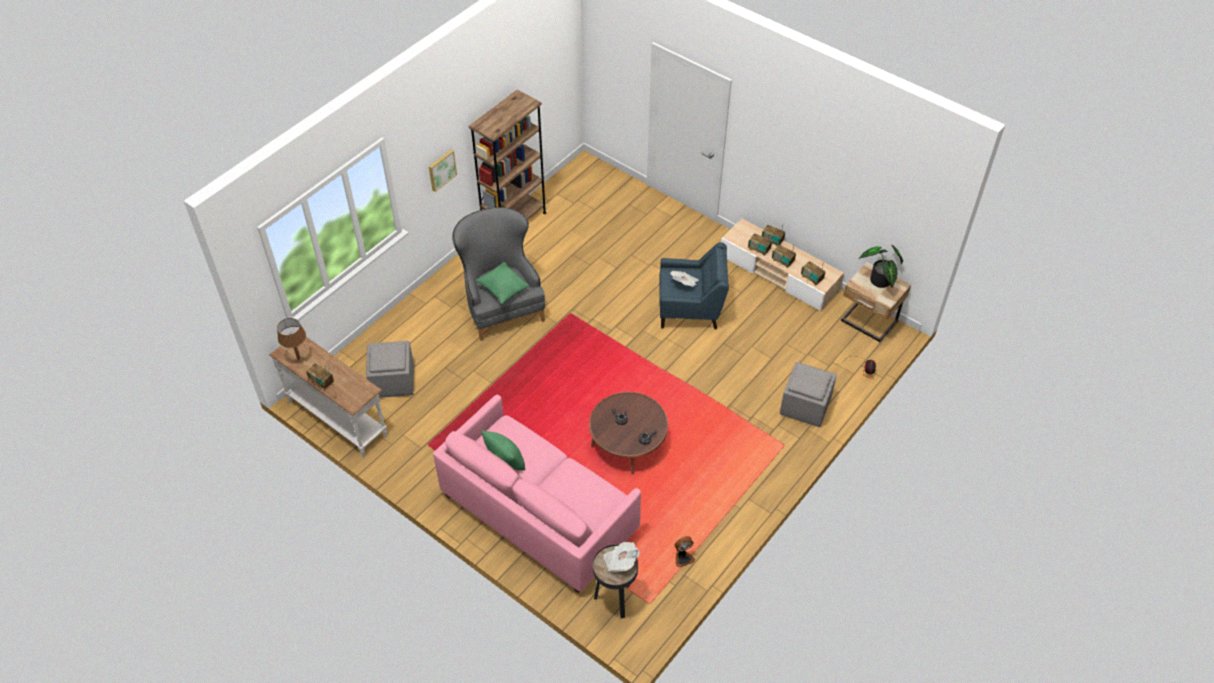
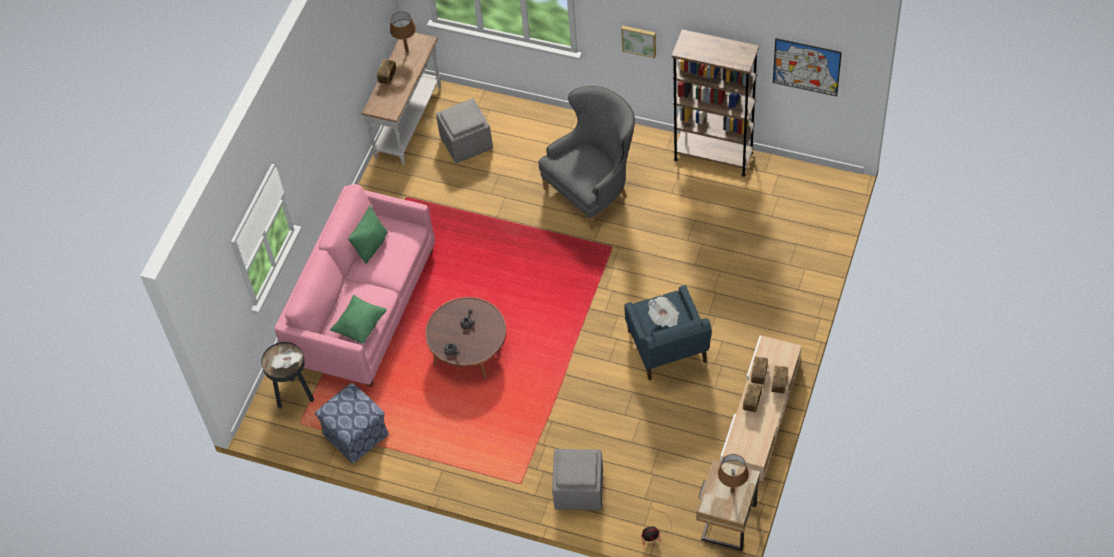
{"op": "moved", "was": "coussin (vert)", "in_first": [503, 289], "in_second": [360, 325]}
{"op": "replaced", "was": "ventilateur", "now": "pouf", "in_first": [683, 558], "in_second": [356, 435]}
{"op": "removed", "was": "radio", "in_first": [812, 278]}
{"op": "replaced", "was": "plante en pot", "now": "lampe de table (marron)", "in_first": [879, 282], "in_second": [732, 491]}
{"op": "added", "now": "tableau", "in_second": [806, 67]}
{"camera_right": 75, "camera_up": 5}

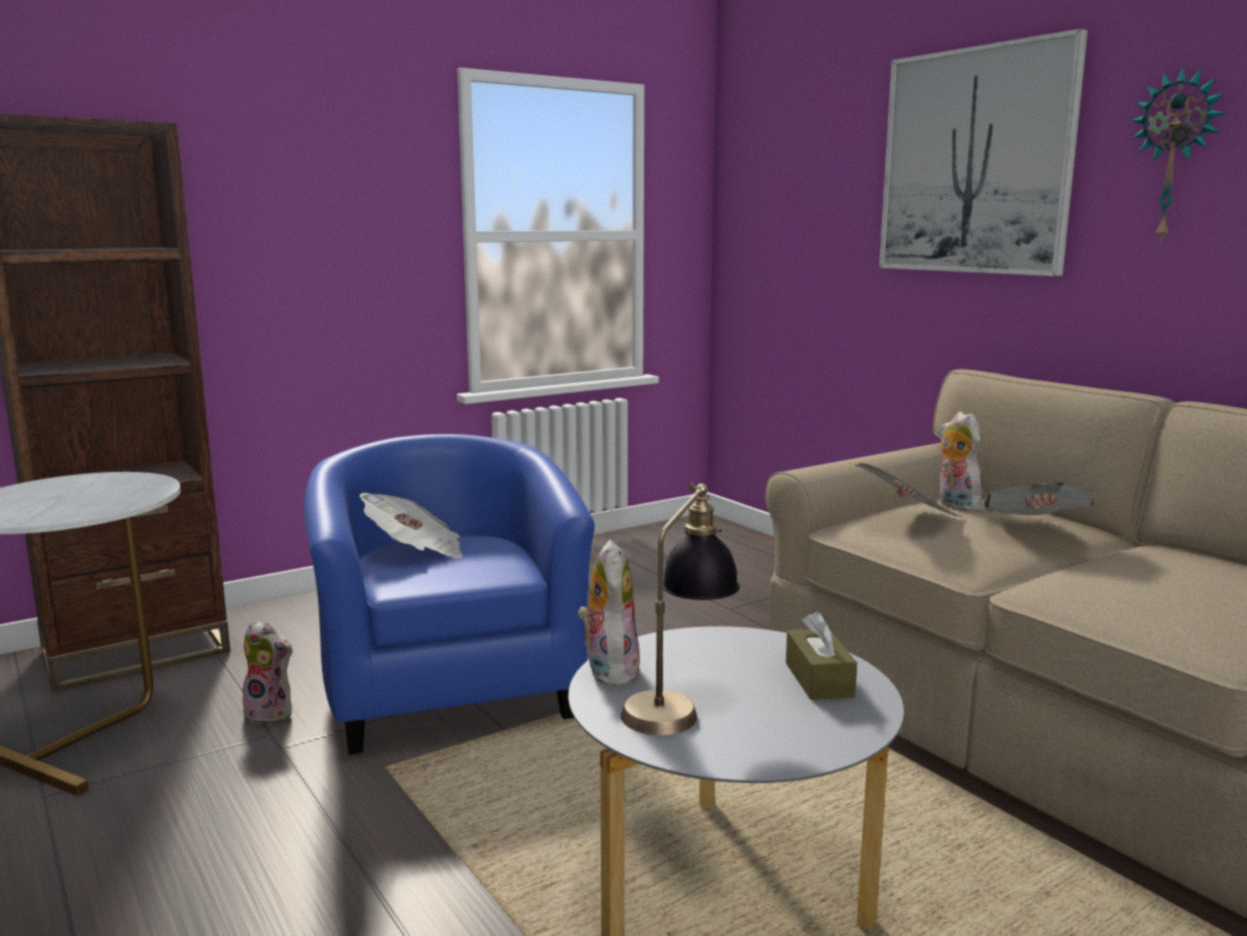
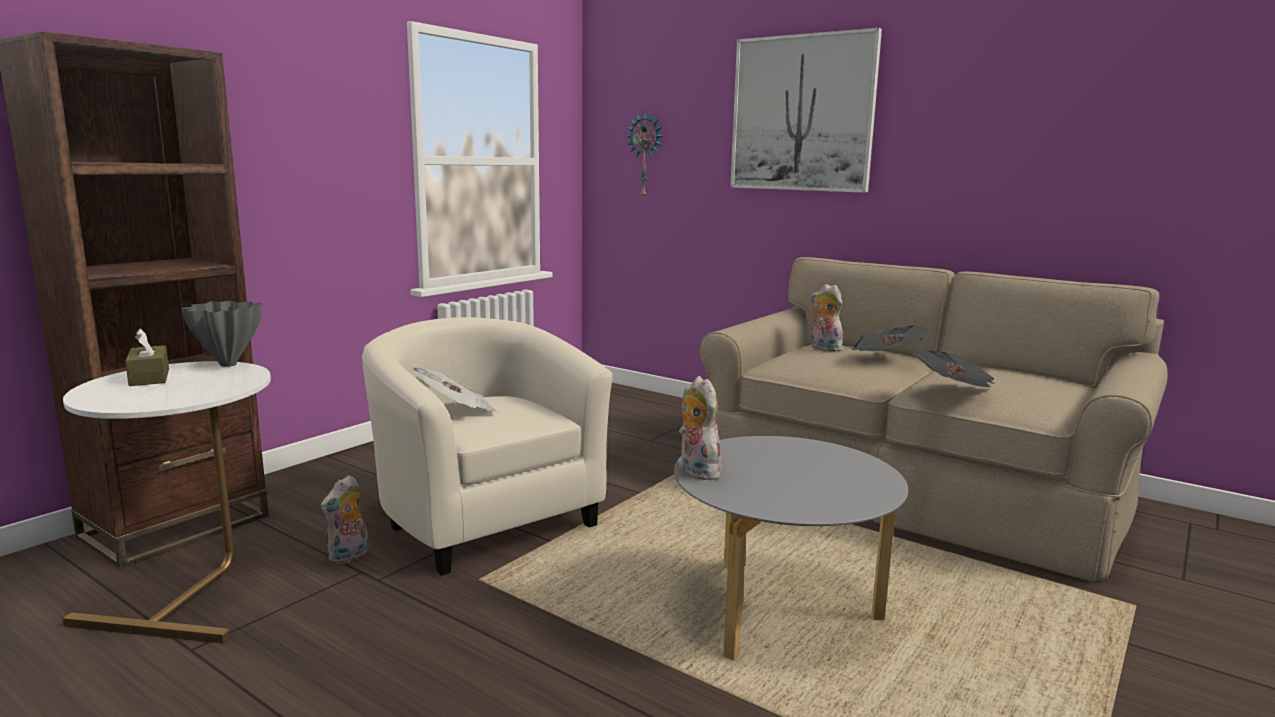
{"op": "turned", "was": "peluche", "in_first": [272, 713], "in_second": [349, 556], "clockwise": 120}
{"op": "recoloured", "was": "fauteuil (bleu)", "now": "fauteuil (beige)", "in_first": [450, 689], "in_second": [484, 519]}
{"op": "removed", "was": "lampe de table", "in_first": [679, 703]}
{"op": "moved", "was": "boîte à mouchoirs (marron)", "in_first": [819, 679], "in_second": [149, 377]}
{"op": "moved", "was": "journal", "in_first": [907, 517], "in_second": [953, 391]}
{"op": "moved", "was": "horloge murale", "in_first": [1175, 156], "in_second": [646, 155]}
{"op": "added", "now": "vase (gris)", "in_second": [226, 365]}
{"camera_right": -20, "camera_up": 0}

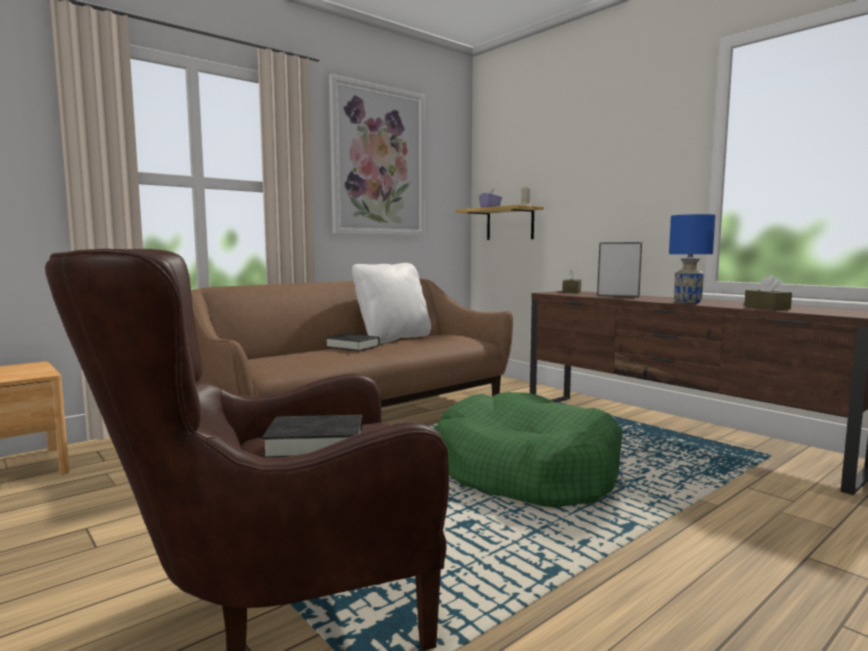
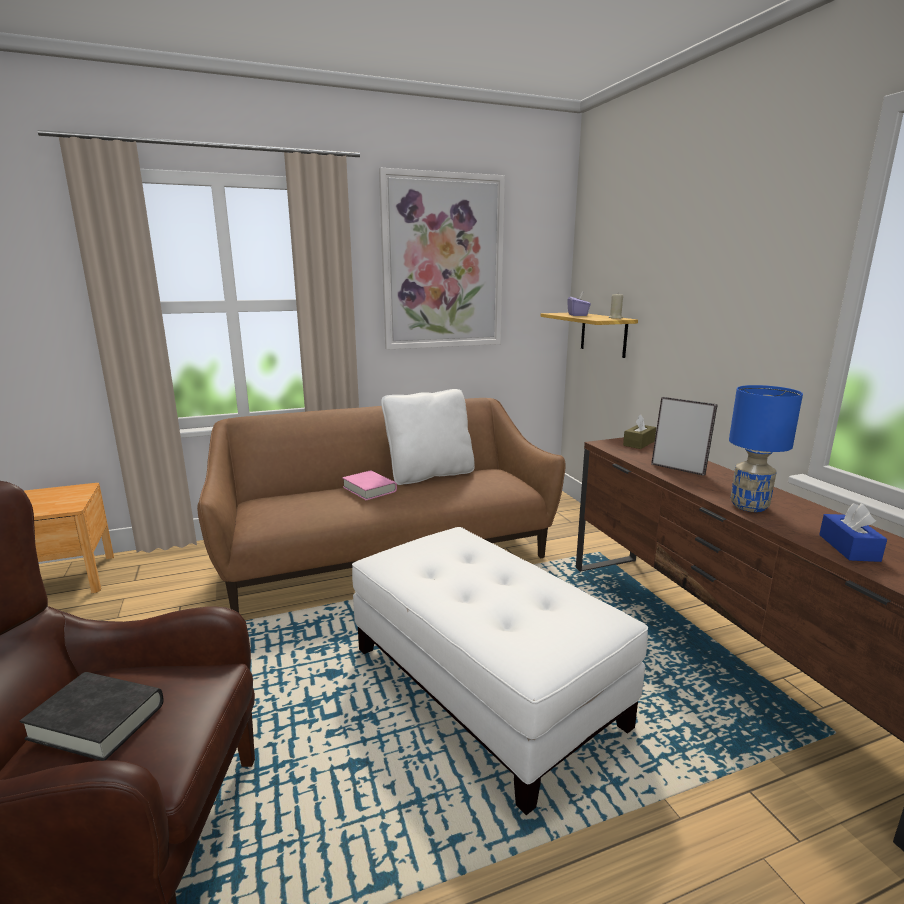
{"op": "recoloured", "was": "livre (noir)", "now": "livre (rose)", "in_first": [352, 346], "in_second": [369, 489]}
{"op": "replaced", "was": "panier pour chien (vert)", "now": "pouf (blanc)", "in_first": [523, 471], "in_second": [485, 685]}
{"op": "recoloured", "was": "boîte à mouchoirs (marron)", "now": "boîte à mouchoirs (bleu)", "in_first": [766, 307], "in_second": [848, 548]}
{"camera_right": 20, "camera_up": 10}

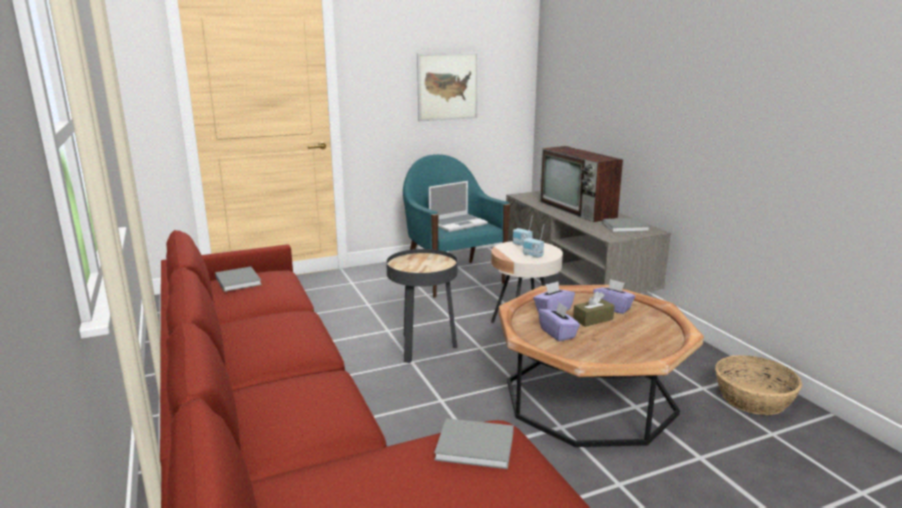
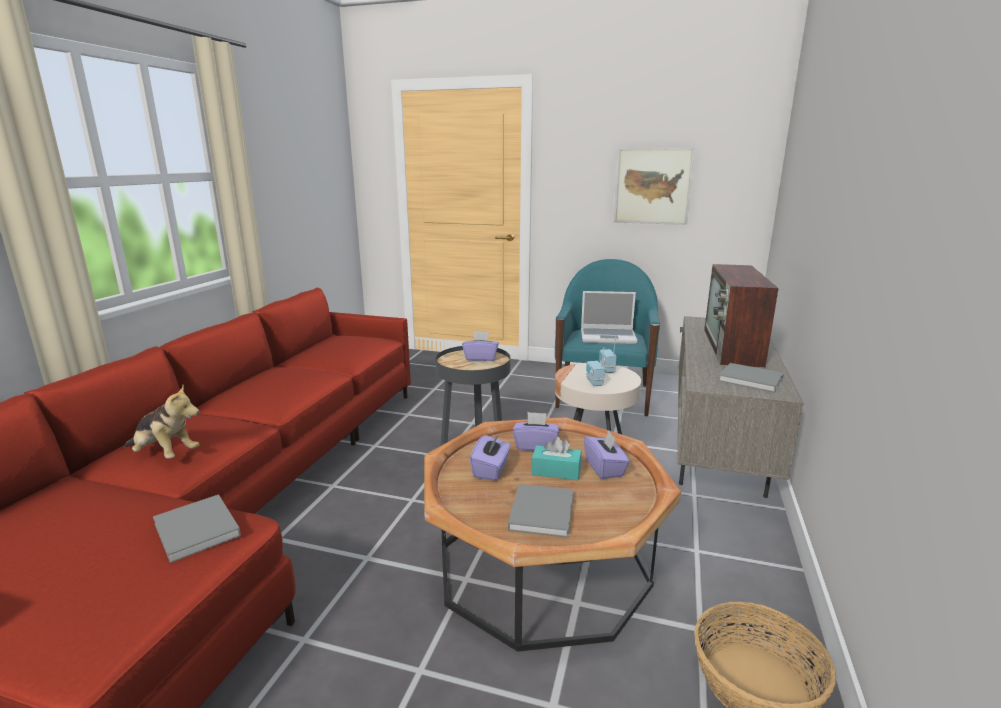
{"op": "moved", "was": "livre (gris)", "in_first": [238, 280], "in_second": [542, 511]}
{"op": "recoloured", "was": "boîte à mouchoirs (marron)", "now": "boîte à mouchoirs (turquoise)", "in_first": [593, 319], "in_second": [556, 471]}
{"op": "added", "now": "peluche", "in_second": [165, 454]}
{"op": "added", "now": "boîte à mouchoirs (violet)", "in_second": [481, 358]}
{"camera_right": 40, "camera_up": 0}

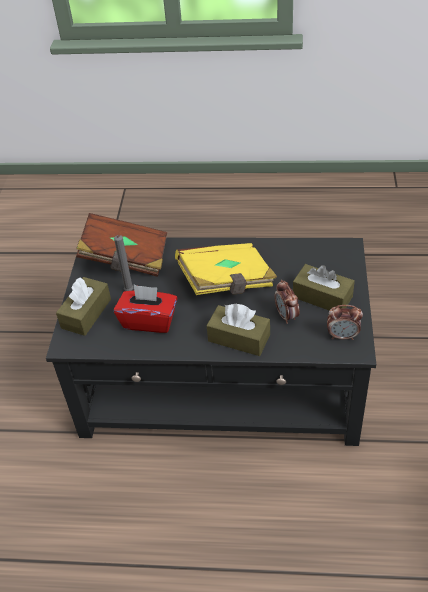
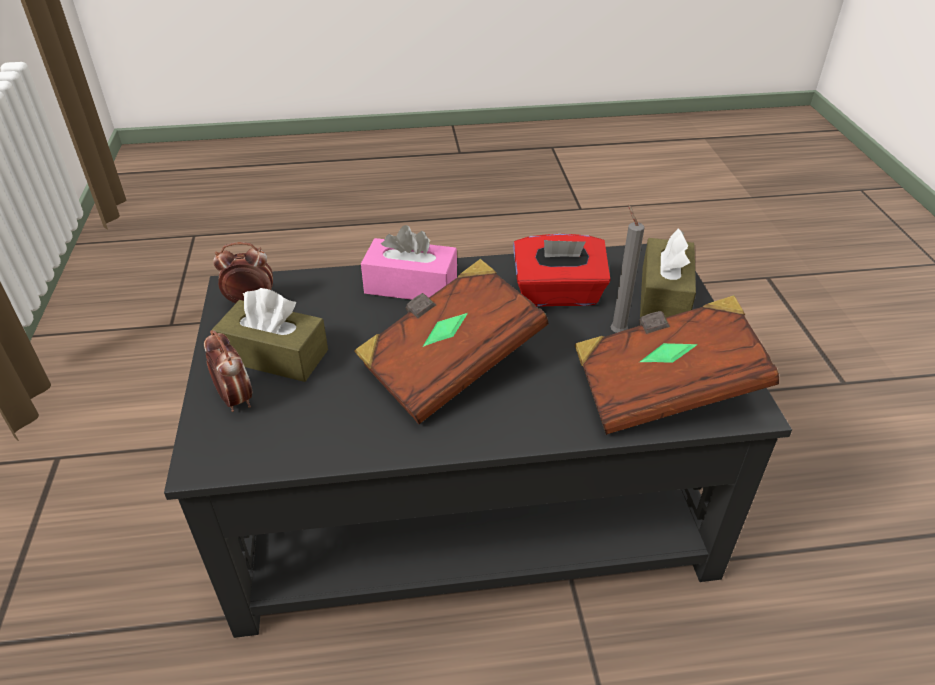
{"op": "recoloured", "was": "livre (jaune)", "now": "livre (marron)", "in_first": [227, 282], "in_second": [449, 364]}
{"op": "recoloured", "was": "boîte à mouchoirs (marron)", "now": "boîte à mouchoirs (rose)", "in_first": [239, 338], "in_second": [411, 285]}
{"op": "moved", "was": "réveil", "in_first": [286, 316], "in_second": [235, 399]}
{"camera_right": 165, "camera_up": -5}

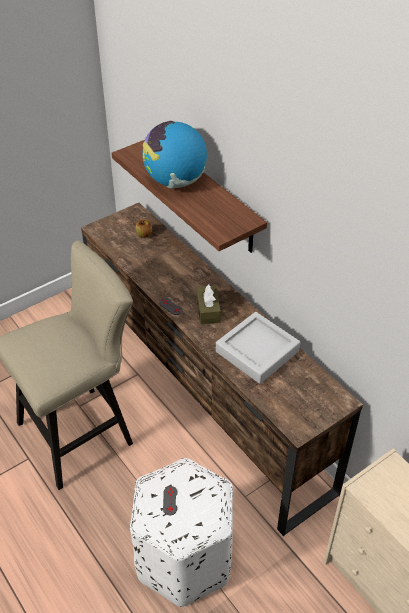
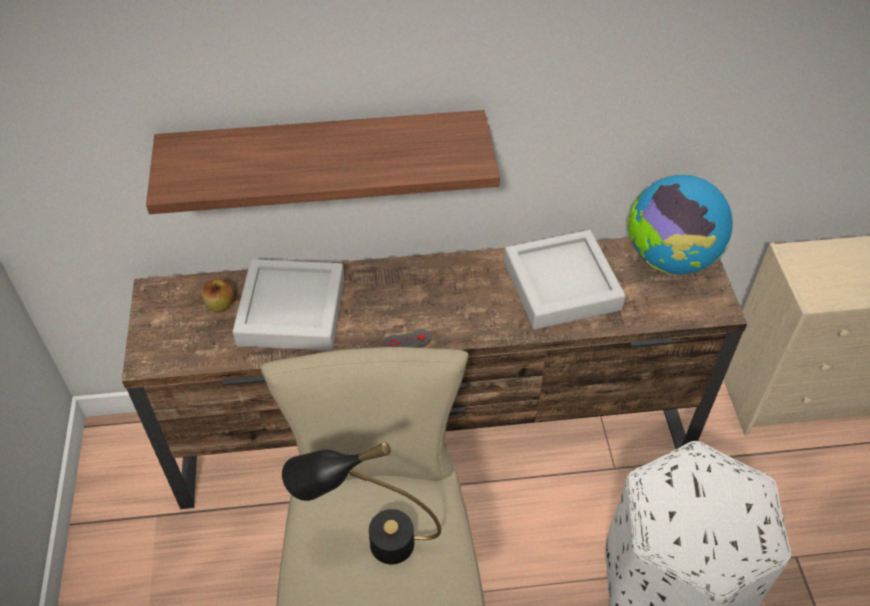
{"op": "moved", "was": "globe", "in_first": [175, 181], "in_second": [670, 259]}
{"op": "removed", "was": "manette (gris)", "in_first": [170, 500]}
{"op": "removed", "was": "boîte à mouchoirs (marron)", "in_first": [208, 310]}
{"op": "added", "now": "plateau (gris)", "in_second": [292, 311]}
{"op": "added", "now": "lampe de table (noir)", "in_second": [369, 542]}
{"camera_right": -60, "camera_up": 5}

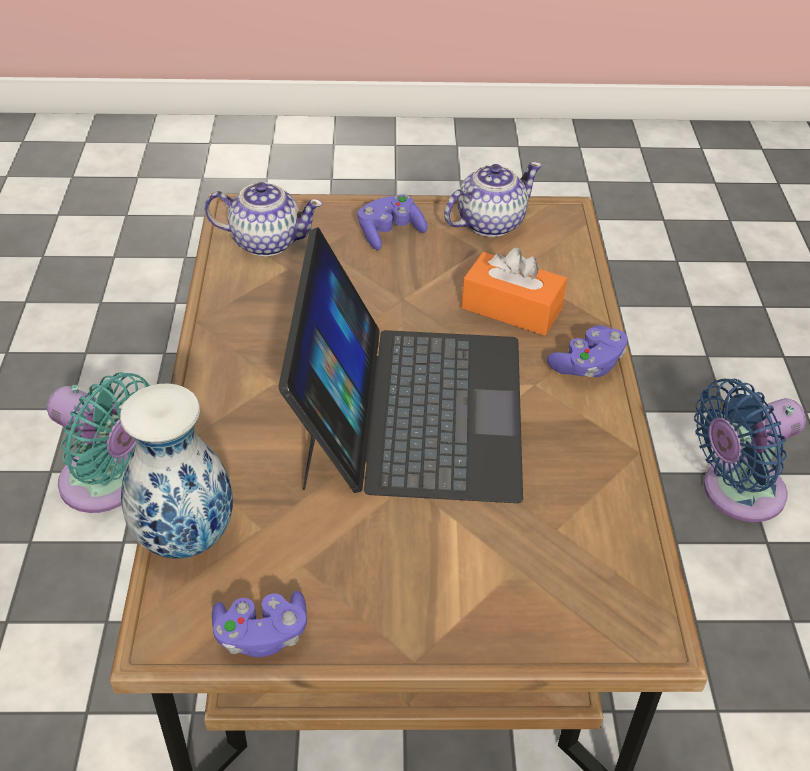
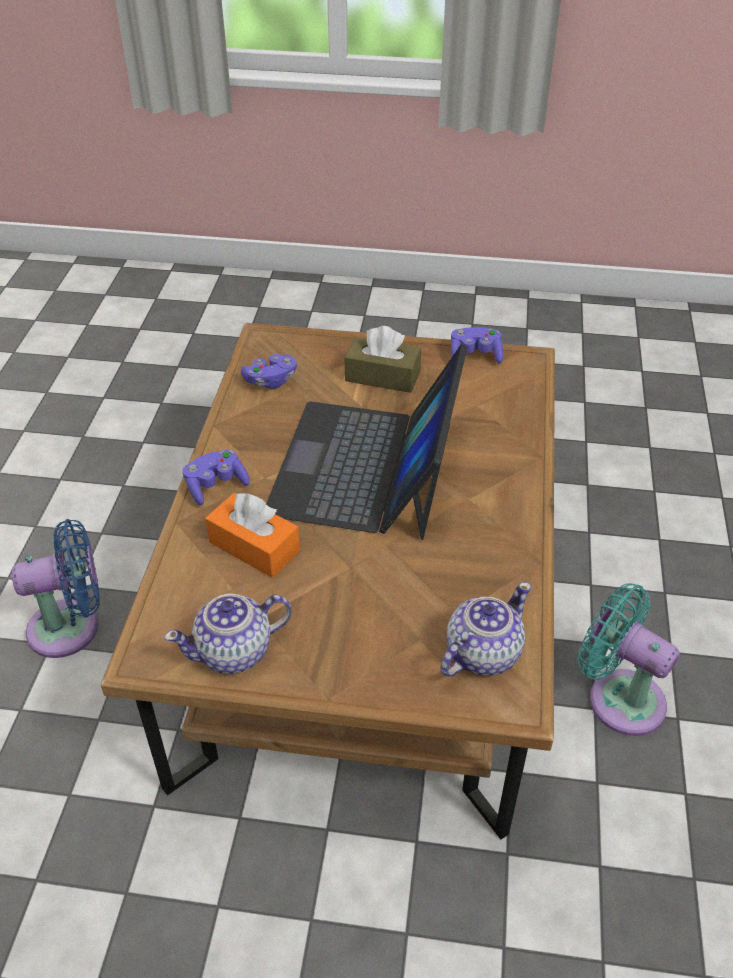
{"op": "removed", "was": "vase", "in_first": [185, 536]}
{"op": "turned", "was": "théière", "in_first": [265, 241], "in_second": [481, 653], "clockwise": 120}
{"op": "moved", "was": "manette (violet)", "in_first": [390, 233], "in_second": [271, 380]}
{"op": "added", "now": "boîte à mouchoirs (marron)", "in_second": [382, 376]}
{"camera_right": -170, "camera_up": 0}

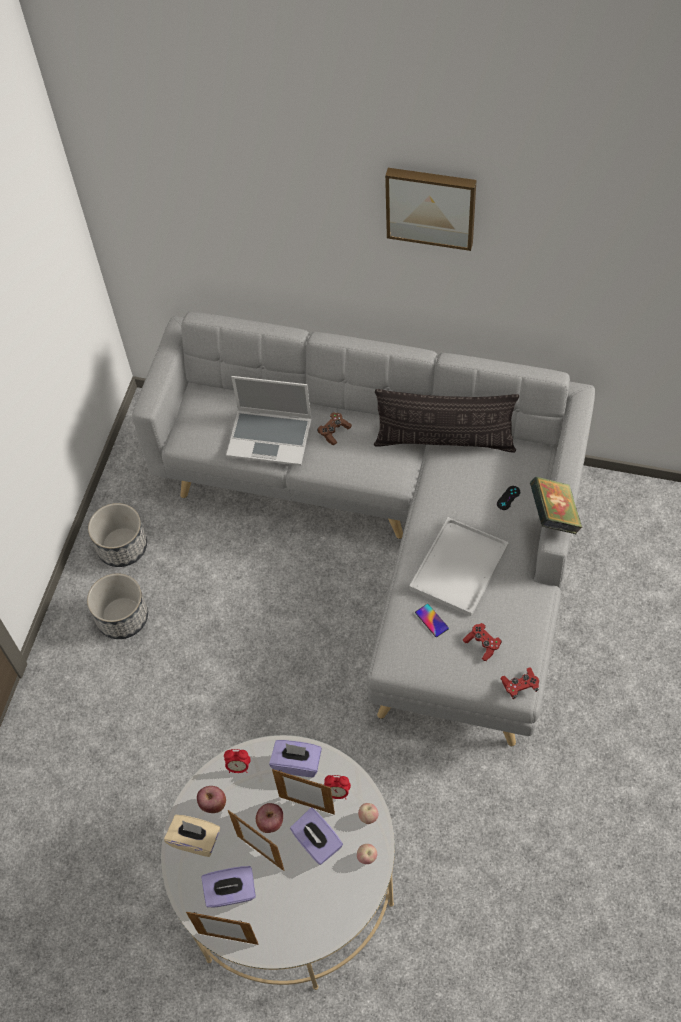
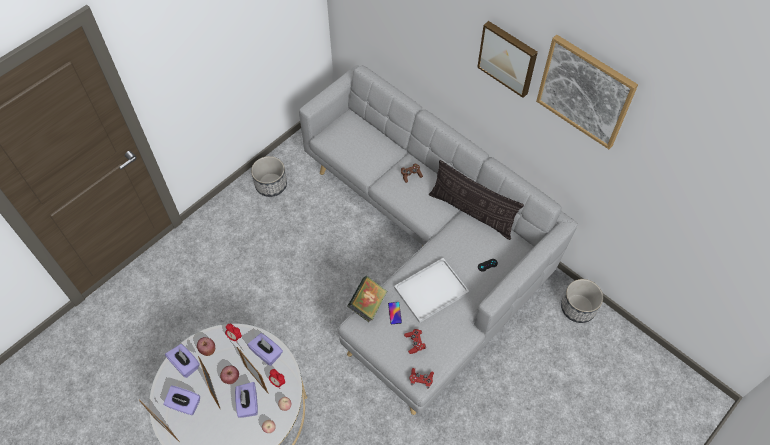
{"op": "moved", "was": "cache-pot", "in_first": [123, 617], "in_second": [578, 307]}
{"op": "recoloured", "was": "boîte à mouchoirs (beige)", "now": "boîte à mouchoirs (violet)", "in_first": [195, 840], "in_second": [185, 364]}
{"op": "removed", "was": "ordinateur portable", "in_first": [271, 437]}
{"op": "moved", "was": "livre", "in_first": [553, 515], "in_second": [367, 304]}
{"op": "added", "now": "tableau", "in_second": [585, 91]}
{"camera_right": 25, "camera_up": 0}

